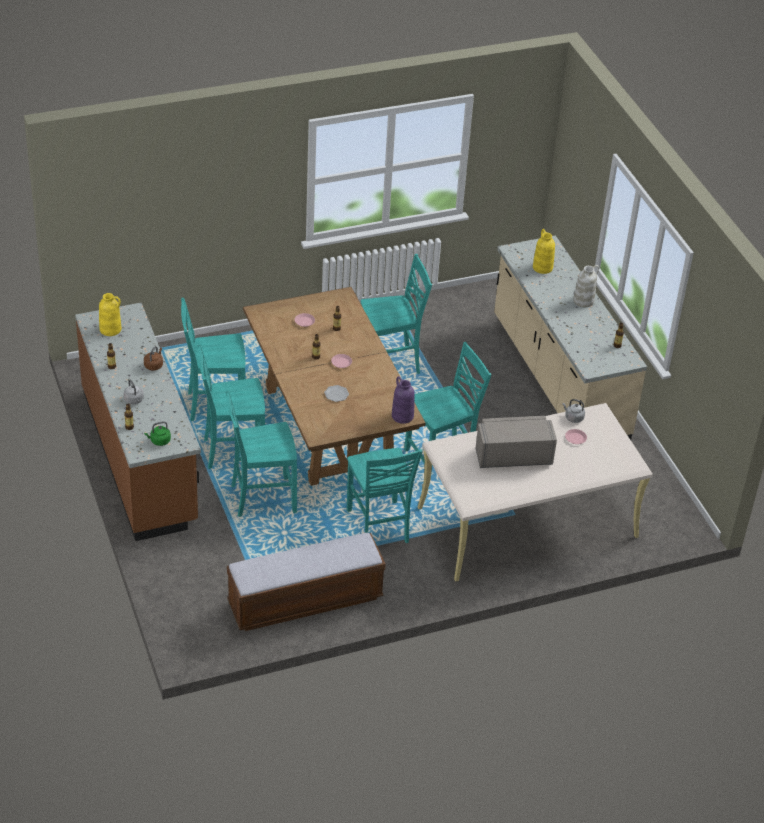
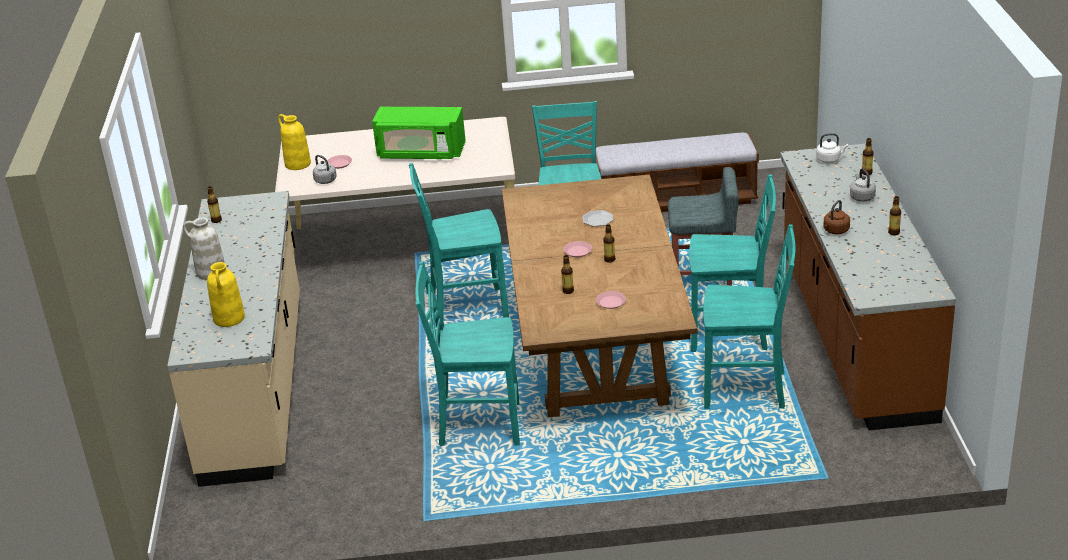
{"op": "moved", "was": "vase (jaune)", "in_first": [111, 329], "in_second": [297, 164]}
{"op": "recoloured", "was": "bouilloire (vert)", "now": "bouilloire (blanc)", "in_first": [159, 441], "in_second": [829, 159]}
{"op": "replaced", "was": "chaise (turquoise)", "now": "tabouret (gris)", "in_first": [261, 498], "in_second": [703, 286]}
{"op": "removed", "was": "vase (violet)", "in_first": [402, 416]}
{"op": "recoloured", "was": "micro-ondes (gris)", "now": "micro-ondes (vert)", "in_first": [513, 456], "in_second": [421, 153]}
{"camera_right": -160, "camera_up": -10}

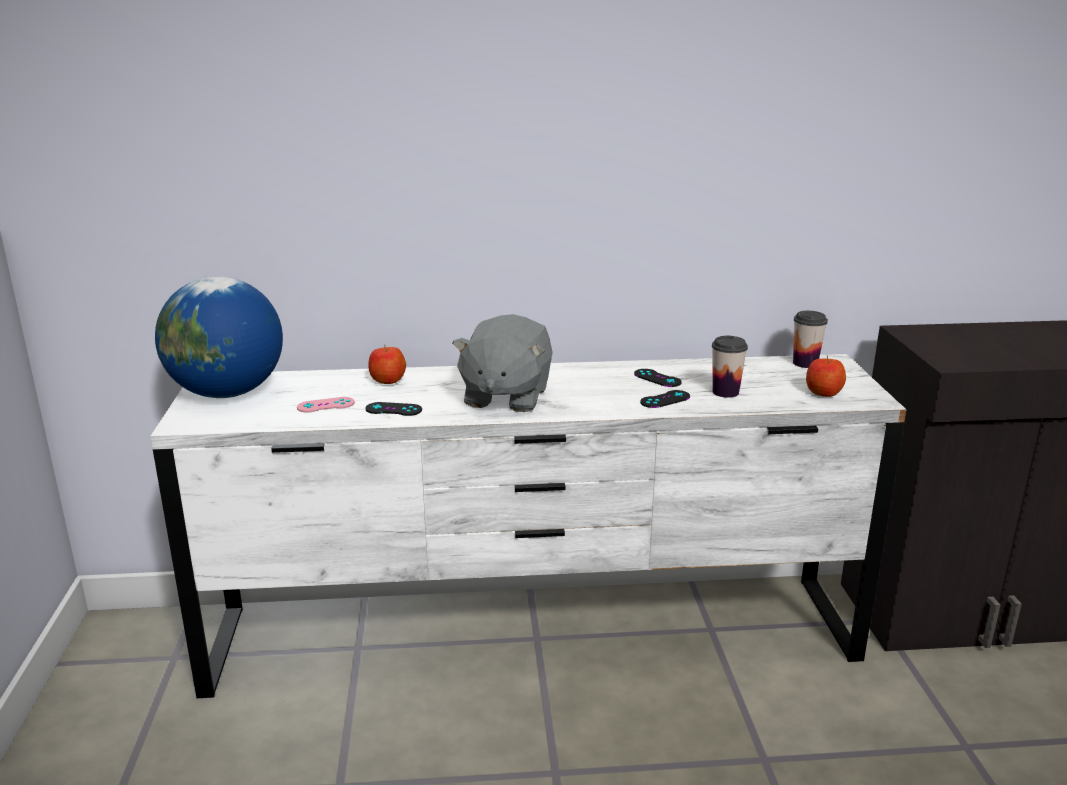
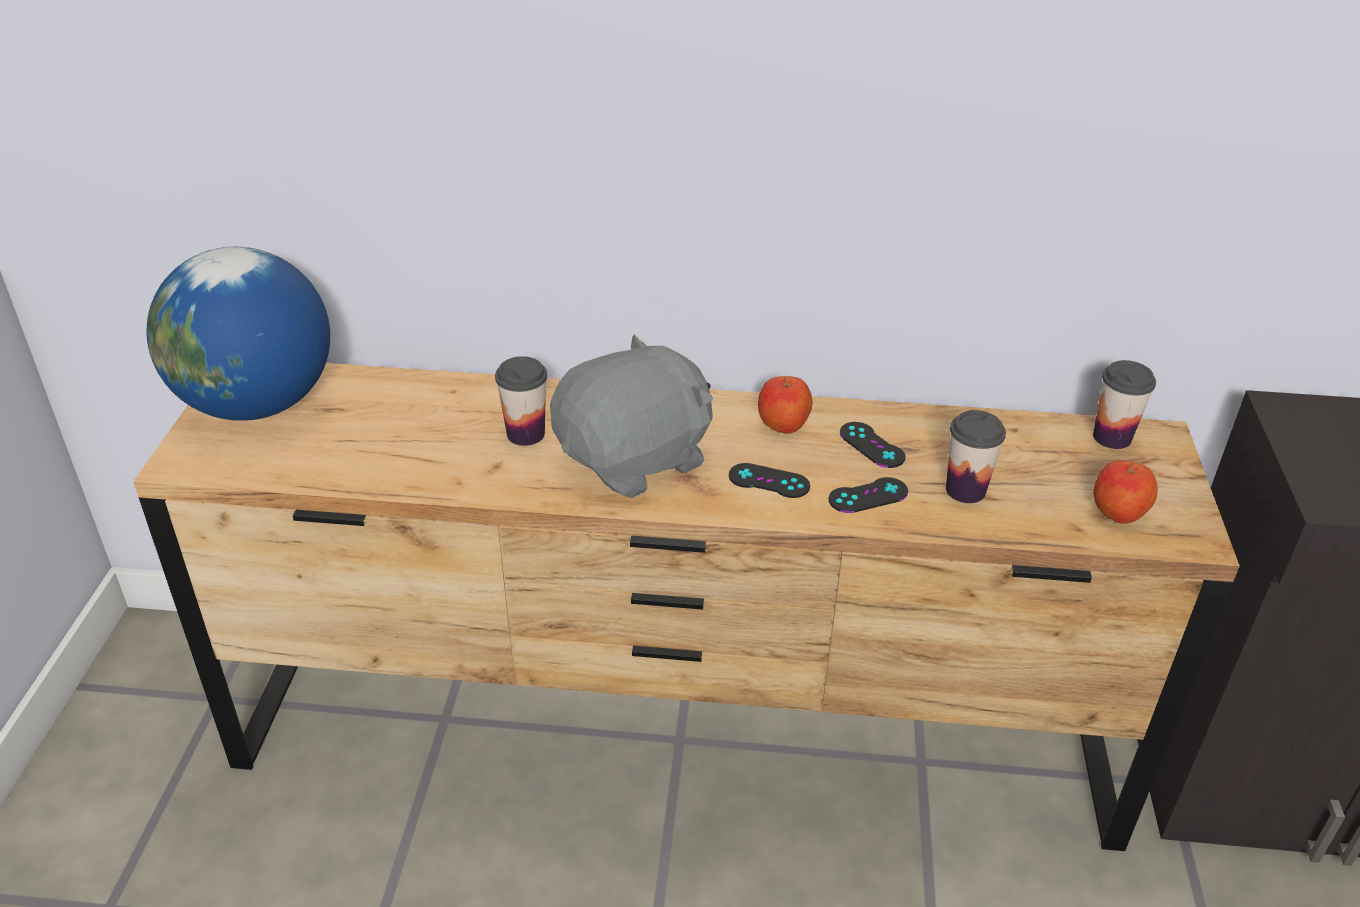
{"op": "recoloured", "was": "commode (blanc)", "now": "commode (marron)", "in_first": [533, 635], "in_second": [675, 734]}
{"op": "removed", "was": "manette (rose)", "in_first": [326, 405]}
{"op": "moved", "was": "manette (noir)", "in_first": [393, 409], "in_second": [769, 481]}
{"op": "moved", "was": "pomme", "in_first": [387, 380], "in_second": [783, 423]}
{"op": "turned", "was": "peluche (gris)", "in_first": [505, 396], "in_second": [636, 459], "clockwise": -150}
{"op": "added", "now": "tasse", "in_second": [526, 434]}
{"camera_right": 10, "camera_up": 15}

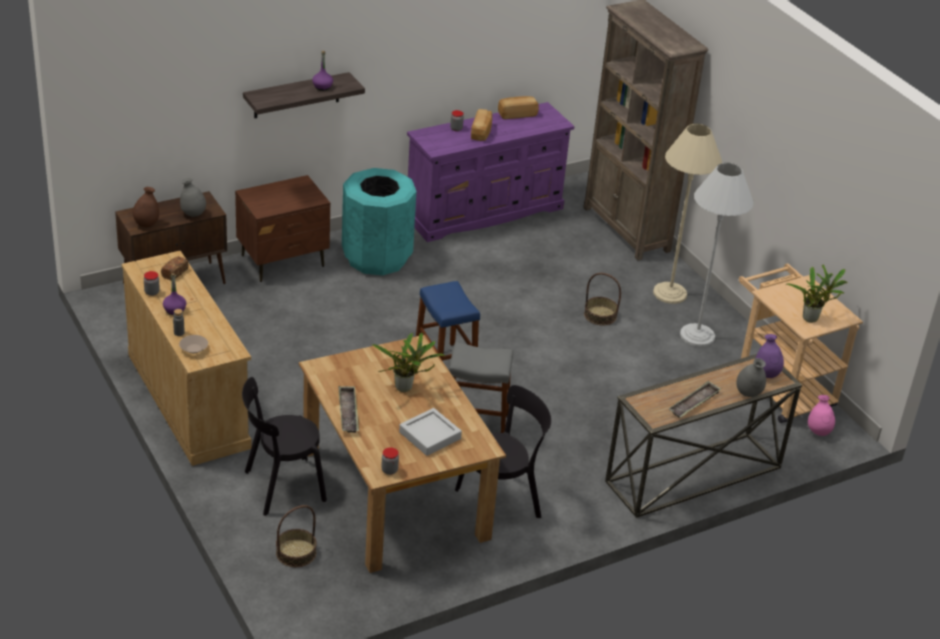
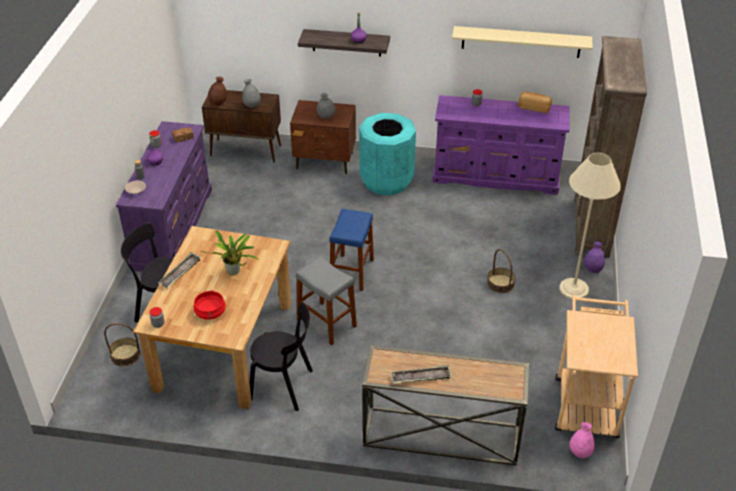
{"op": "recoloured", "was": "commode (beige)", "now": "commode (violet)", "in_first": [187, 400], "in_second": [173, 227]}
{"op": "replaced", "was": "plateau (gris)", "now": "marmite (rouge)", "in_first": [430, 435], "in_second": [210, 312]}
{"op": "removed", "was": "pain", "in_first": [481, 132]}
{"op": "removed", "was": "lampadaire (blanc)", "in_first": [697, 335]}
{"op": "moved", "was": "vase (gris)", "in_first": [748, 393], "in_second": [326, 117]}
{"op": "moved", "was": "vase (violet)", "in_first": [766, 374], "in_second": [593, 269]}
{"op": "removed", "was": "plante en pot", "in_first": [812, 319]}
{"op": "added", "now": "étagère (beige)", "in_second": [521, 42]}
{"camera_right": 40, "camera_up": 5}

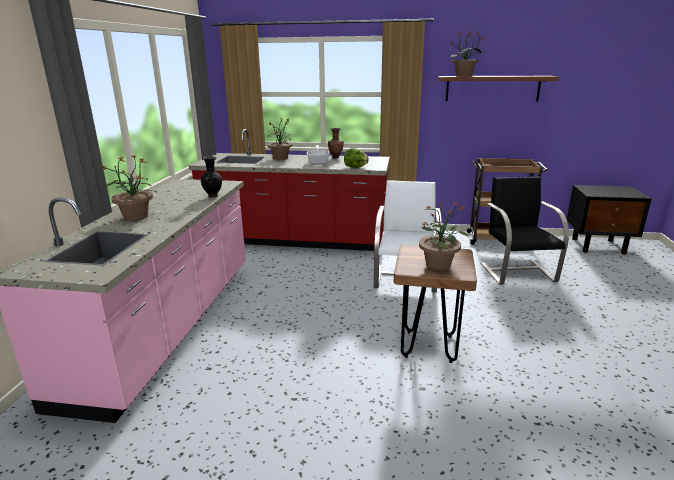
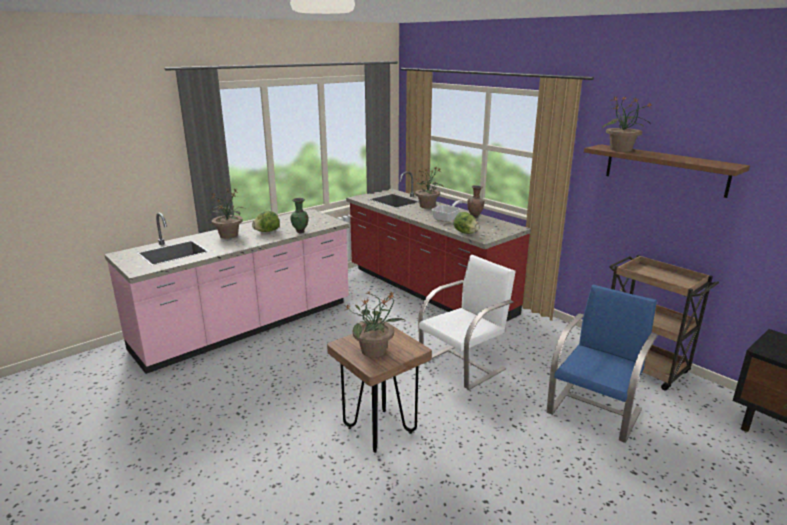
{"op": "recoloured", "was": "vase (noir)", "now": "vase (vert)", "in_first": [213, 196], "in_second": [300, 232]}
{"op": "recoloured", "was": "chaise (noir)", "now": "chaise (bleu)", "in_first": [517, 272], "in_second": [595, 410]}
{"op": "added", "now": "laitue", "in_second": [267, 231]}
{"camera_right": 40, "camera_up": 0}

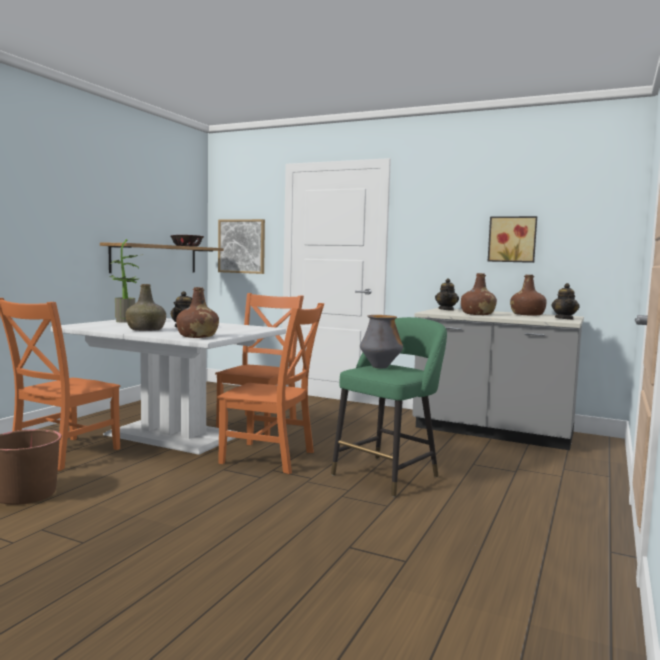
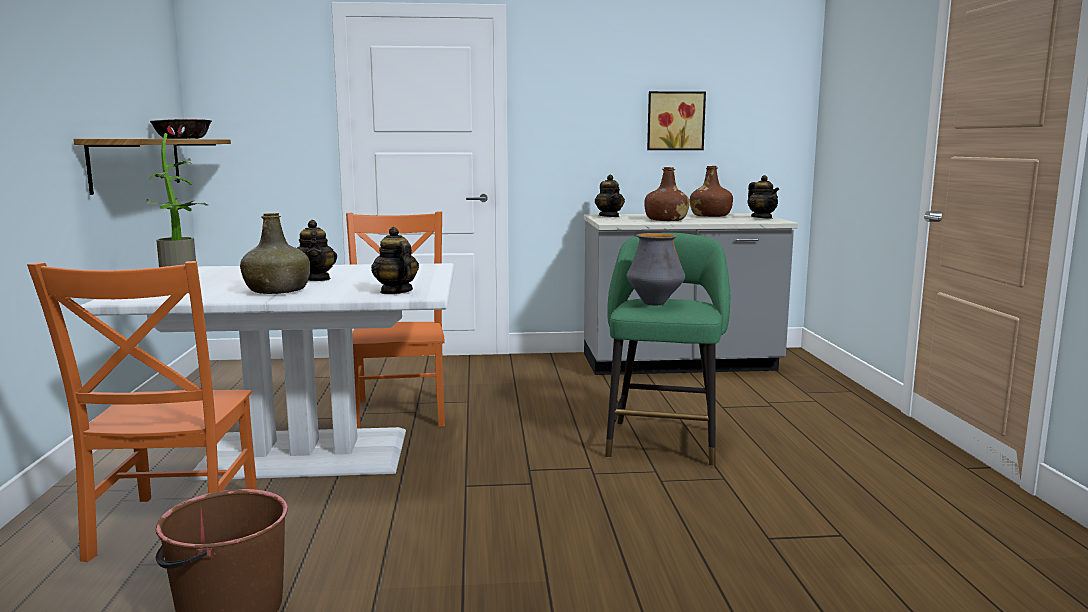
{"op": "replaced", "was": "bouteille (marron)", "now": "théière", "in_first": [197, 336], "in_second": [396, 291]}
{"op": "removed", "was": "tableau", "in_first": [242, 246]}
{"op": "removed", "was": "chaise (orange)", "in_first": [271, 458]}
{"camera_right": -30, "camera_up": 5}

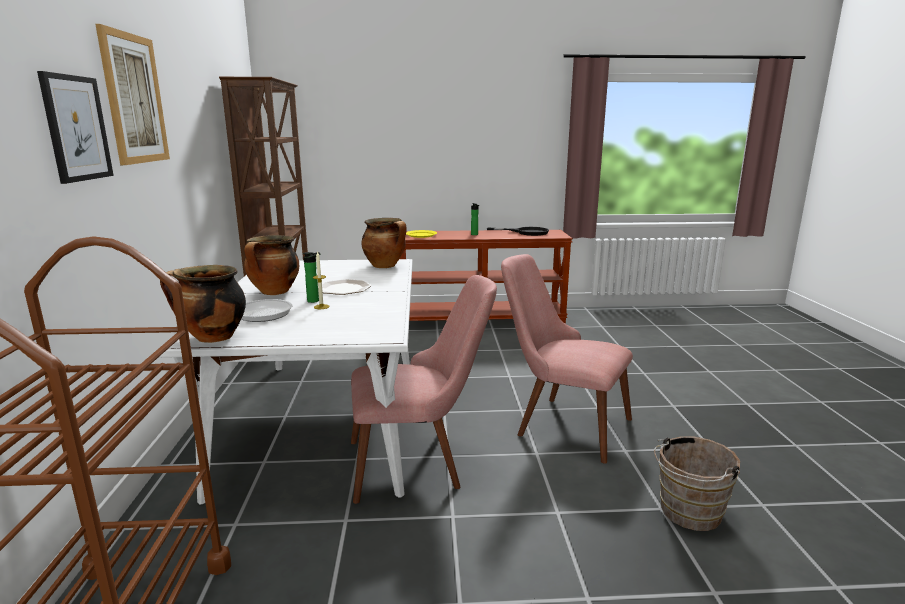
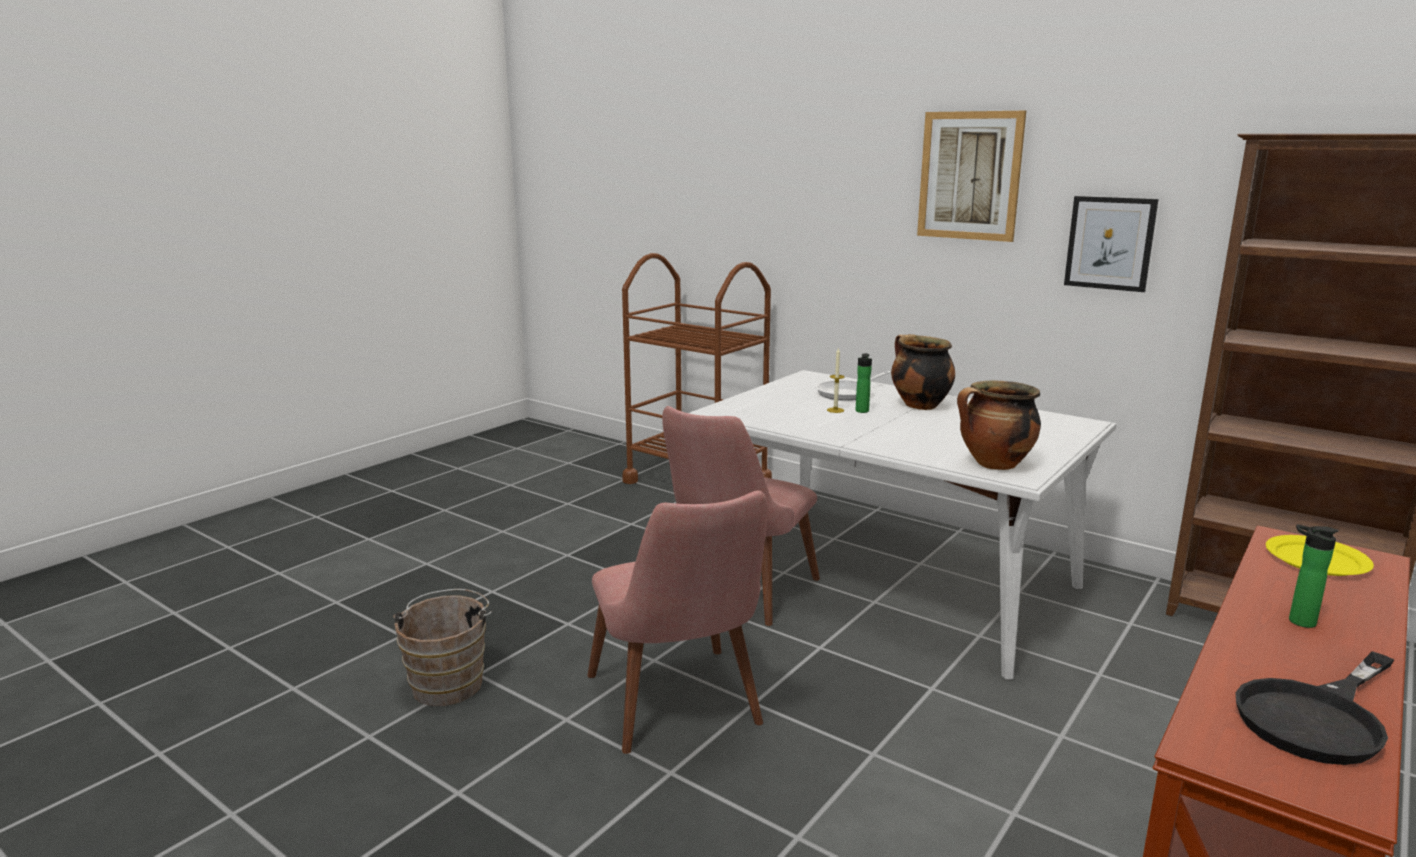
{"op": "moved", "was": "tableau", "in_first": [76, 128], "in_second": [1110, 243]}
{"op": "removed", "was": "marmite", "in_first": [212, 338]}
{"op": "removed", "was": "assiette", "in_first": [344, 288]}
{"op": "turned", "was": "chaise (rose)", "in_first": [560, 423], "in_second": [682, 711], "clockwise": 90}
{"camera_right": 130, "camera_up": 0}

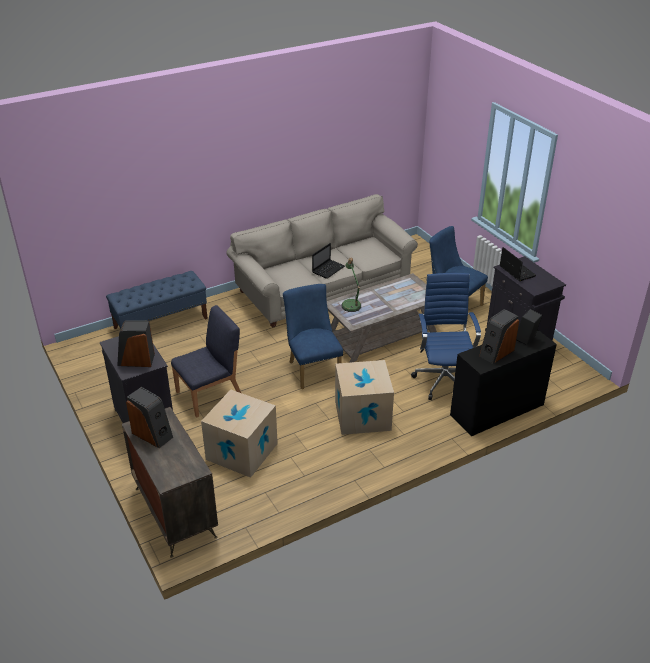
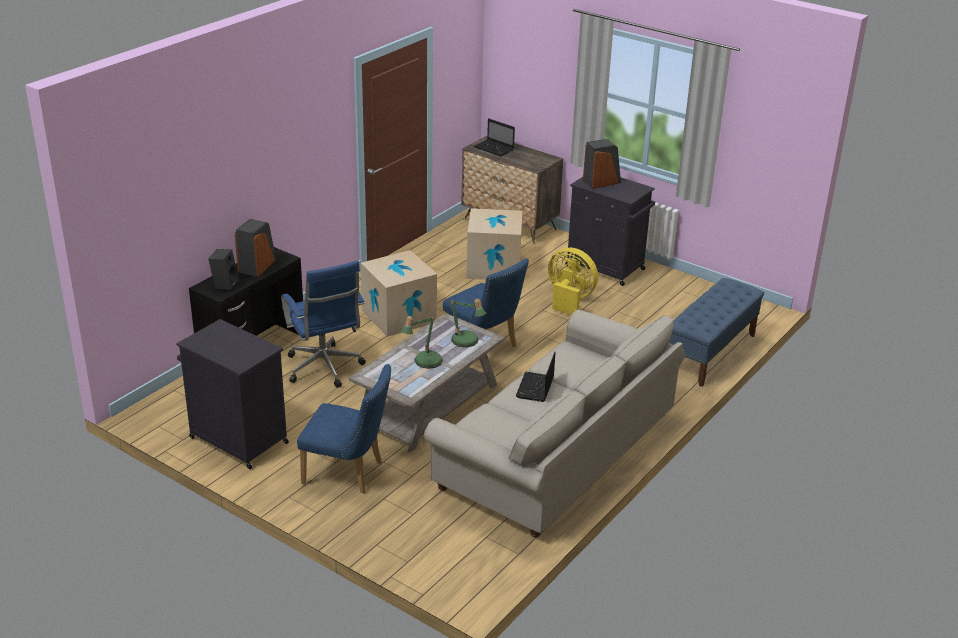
{"op": "removed", "was": "enceinte", "in_first": [153, 434]}
{"op": "replaced", "was": "chaise (bleu)", "now": "ventilateur (jaune)", "in_first": [210, 394], "in_second": [569, 300]}
{"op": "moved", "was": "ordinateur portable", "in_first": [516, 271], "in_second": [494, 149]}
{"op": "added", "now": "lampe de table", "in_second": [424, 362]}
{"camera_right": 155, "camera_up": -5}

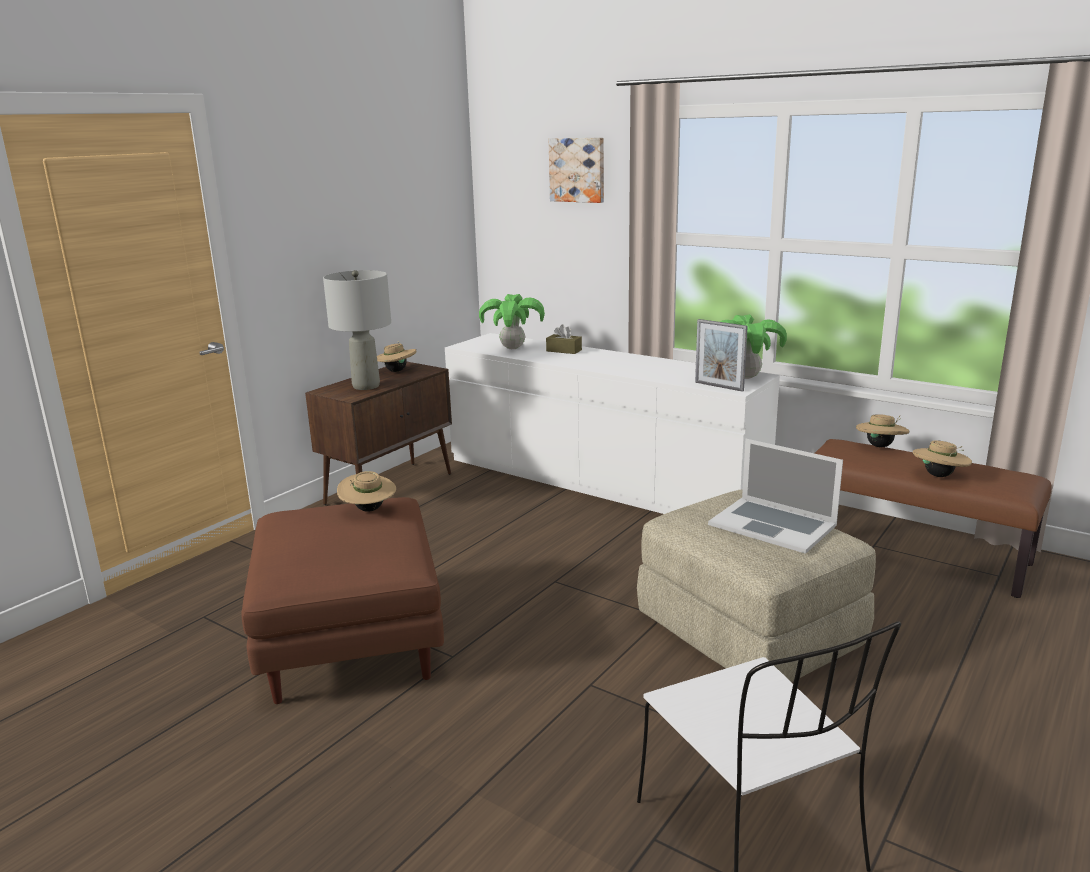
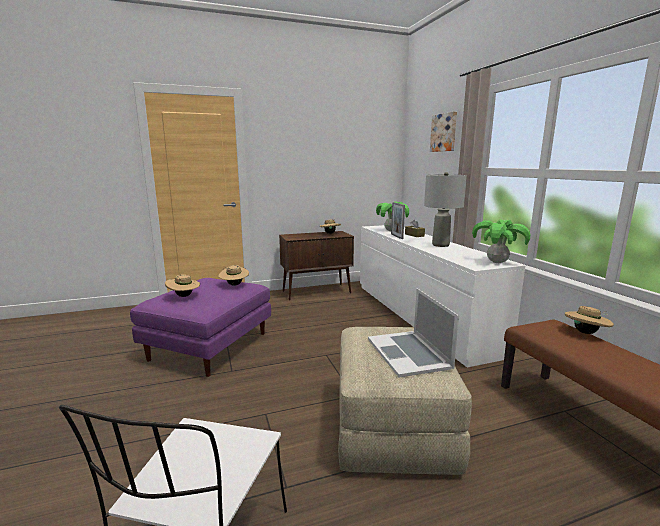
{"op": "recoloured", "was": "pouf (marron)", "now": "pouf (violet)", "in_first": [352, 639], "in_second": [209, 347]}
{"op": "moved", "was": "lampe de table (gris)", "in_first": [366, 386], "in_second": [440, 245]}
{"op": "moved", "was": "cadre photo", "in_first": [719, 386], "in_second": [396, 236]}
{"op": "moved", "was": "chapeau (beige)", "in_first": [939, 476], "in_second": [184, 296]}
{"camera_right": 35, "camera_up": -5}

